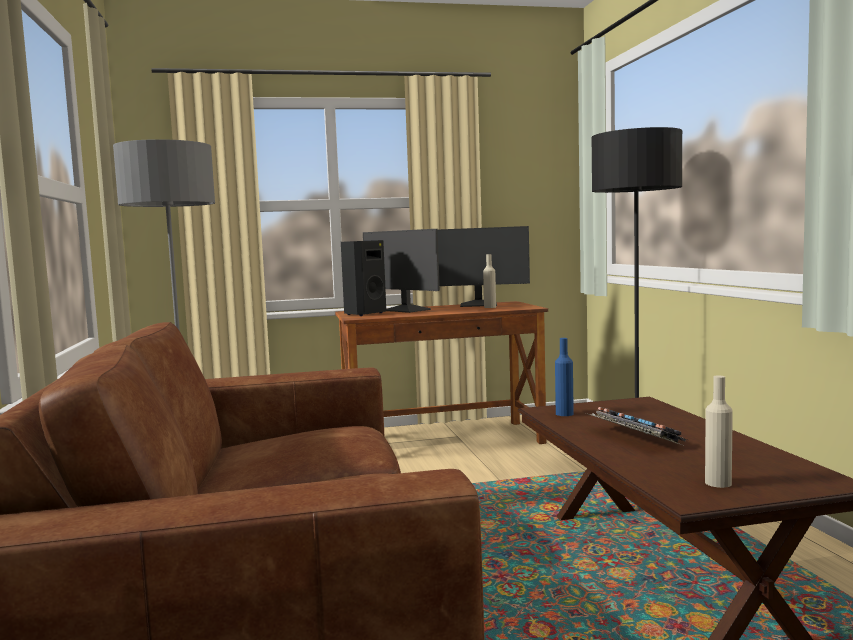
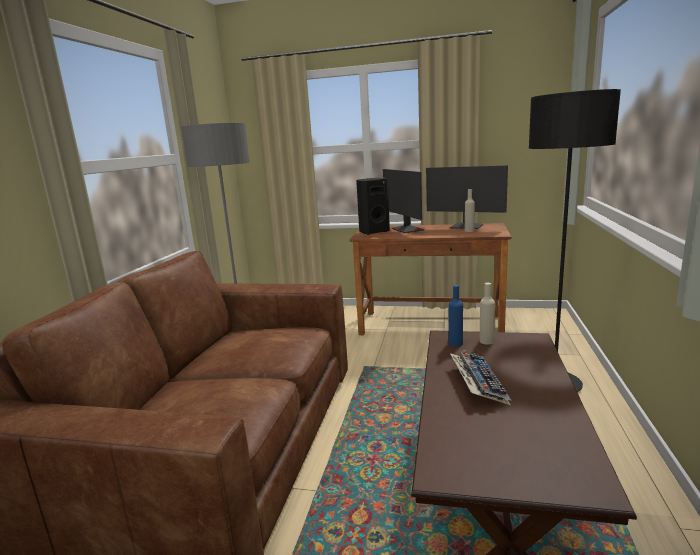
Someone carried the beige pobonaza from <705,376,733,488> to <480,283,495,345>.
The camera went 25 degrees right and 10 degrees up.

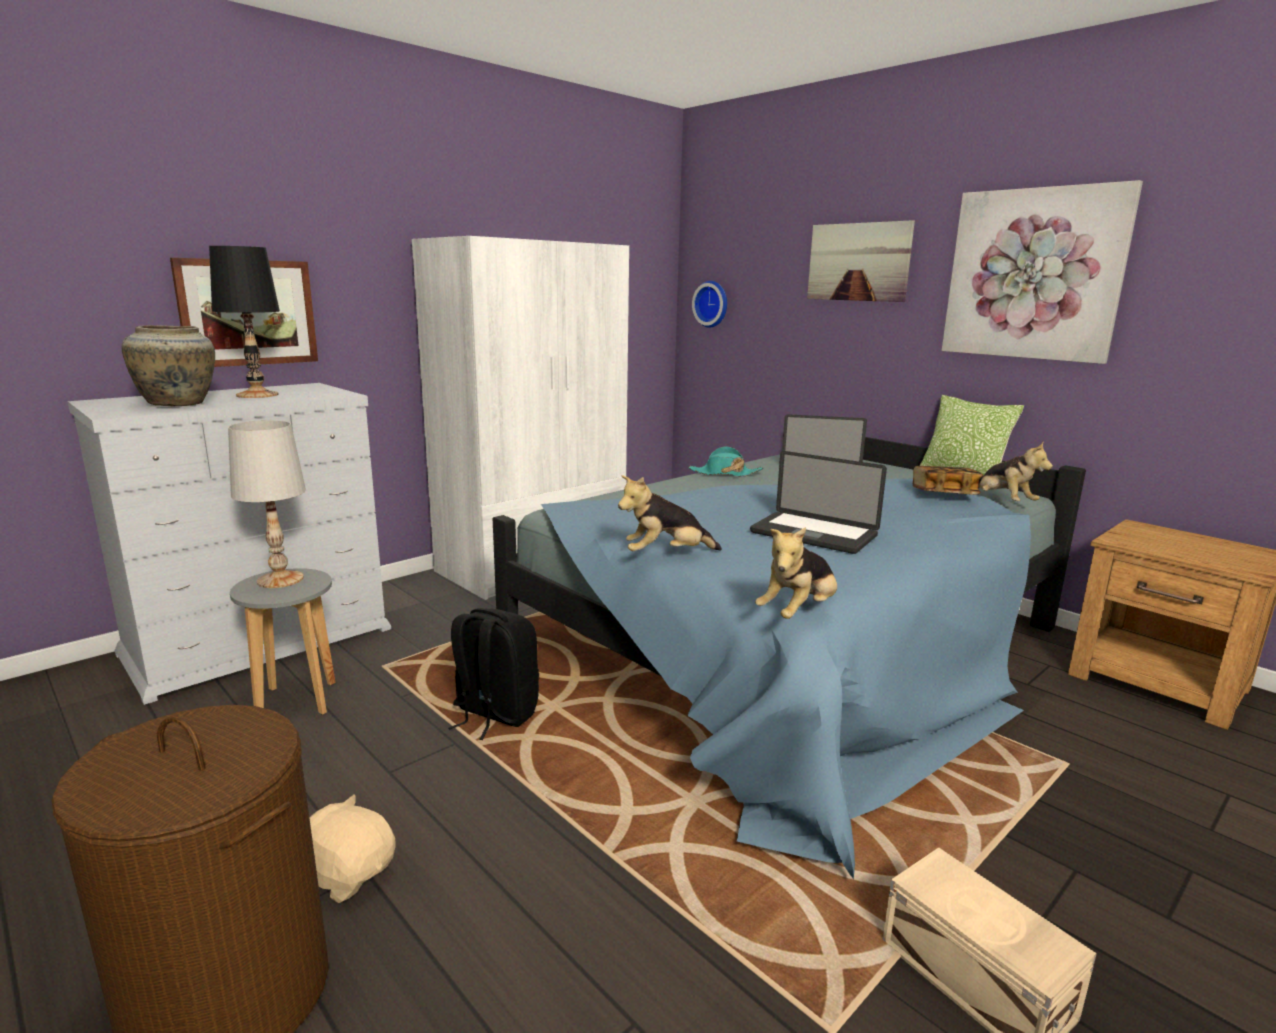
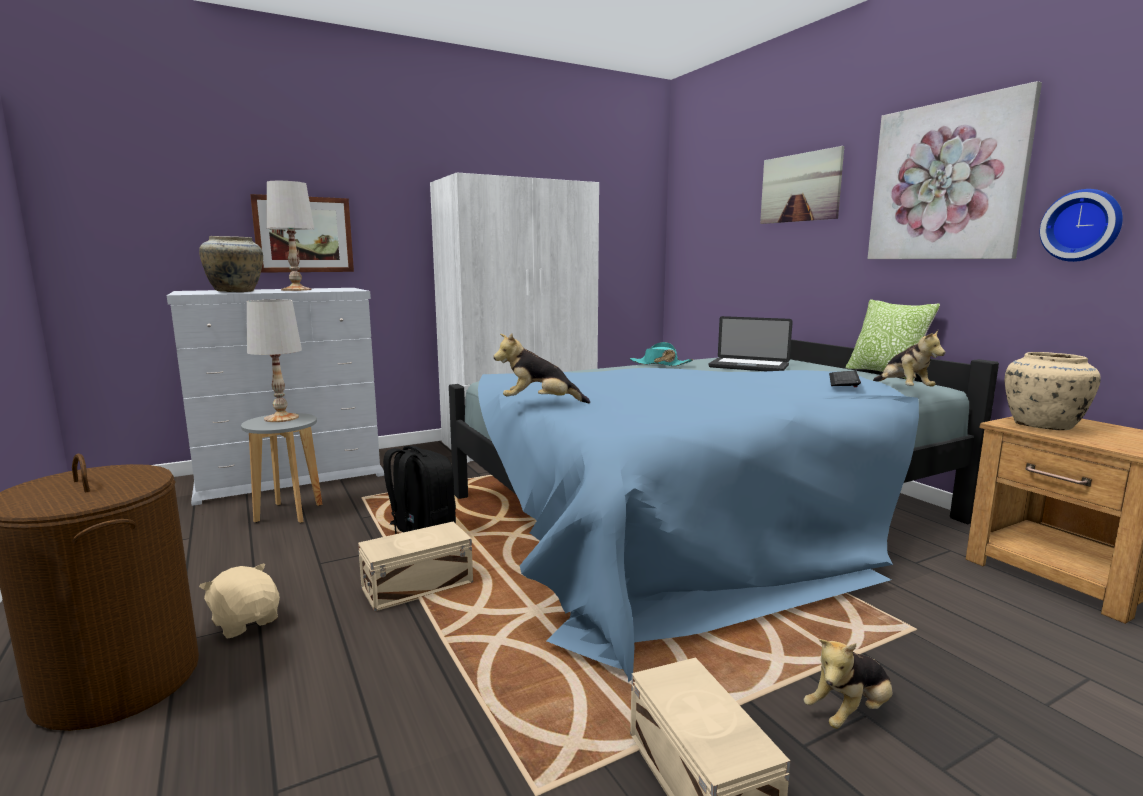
Someone repainted the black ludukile at <209,246,280,398>, which became the white ludukile at <267,181,314,291>.
Someone carried the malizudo from <692,281,727,328> to <1040,189,1123,262>.
Someone took away the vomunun at <750,451,887,554>.
Someone carried the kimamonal from <755,527,837,619> to <804,639,893,729>.
Someone swapped the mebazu at <913,466,983,495> for the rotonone at <829,371,861,387>.
Someone put down the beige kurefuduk at <358,521,473,612>.
Someone put down the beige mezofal at <1005,352,1101,430>.
The camera went 15 degrees right and 5 degrees down.

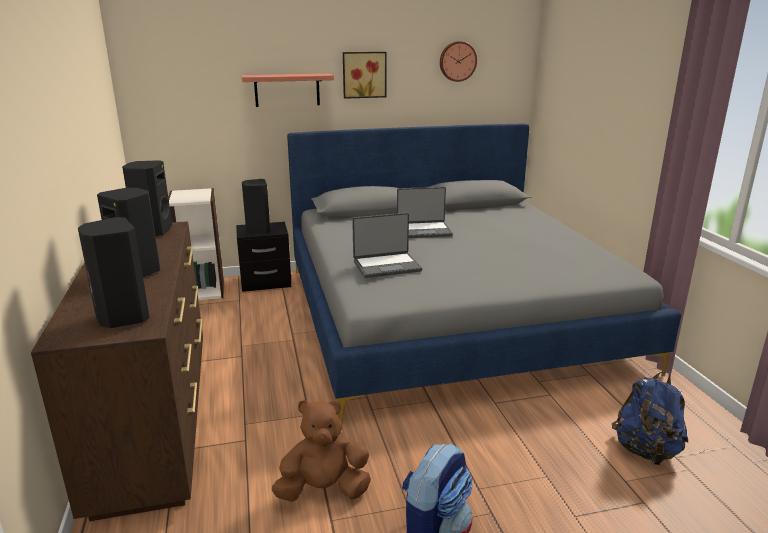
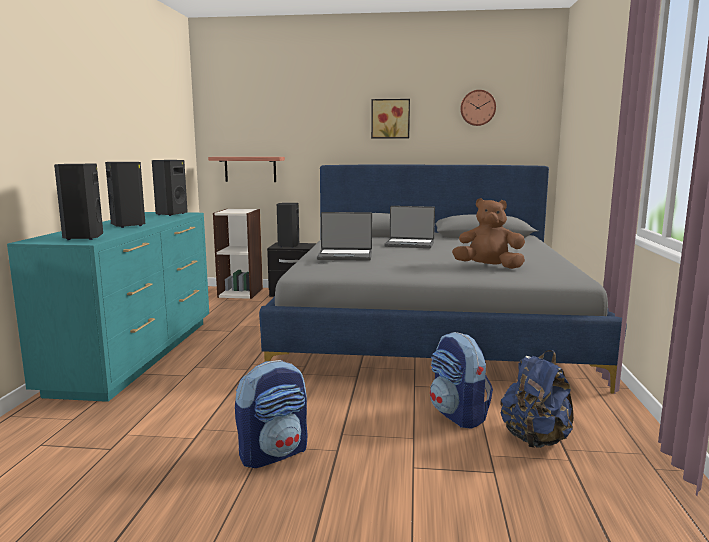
Someone repainted the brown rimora at <31,221,203,521>, which became the turquoise rimora at <7,212,209,402>.
Someone carried the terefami from <242,74,334,107> to <208,157,285,182>.
Someone carried the brown kimamonal from <272,400,371,502> to <452,198,525,269>.
Someone put down the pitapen at <430,332,493,429>.
The camera went 20 degrees right and 10 degrees down.

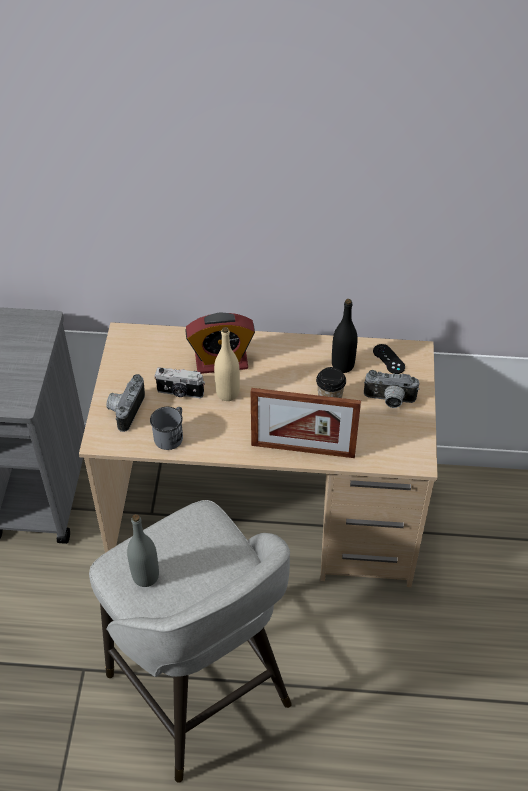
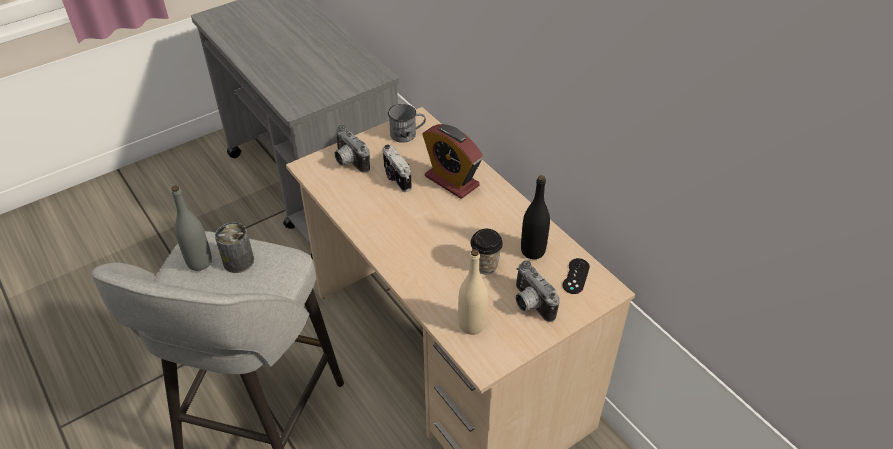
Someone rotated the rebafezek at <106,374,145,432> by 105 degrees counterclockwise.
Someone carried the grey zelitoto from <150,407,183,450> to <388,104,426,143>.
Someone carried the beige pobonaza from <214,327,240,401> to <458,249,488,335>.
Someone took away the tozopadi at <251,388,361,458>.
Someone put down the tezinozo at <215,222,254,273>.
The camera went 50 degrees right and 5 degrees down.

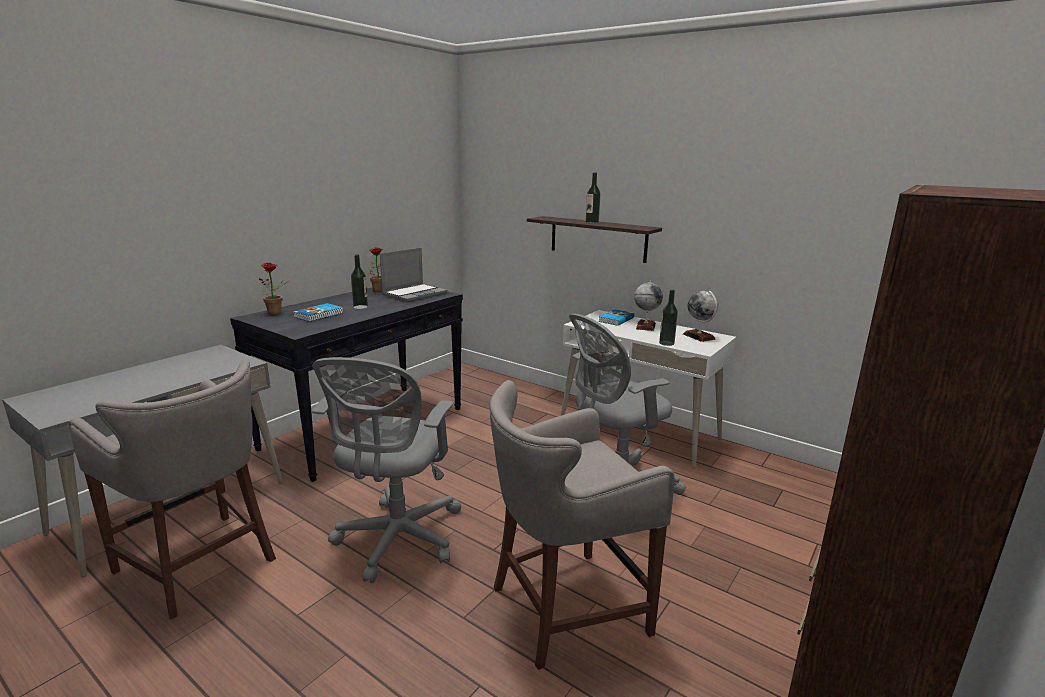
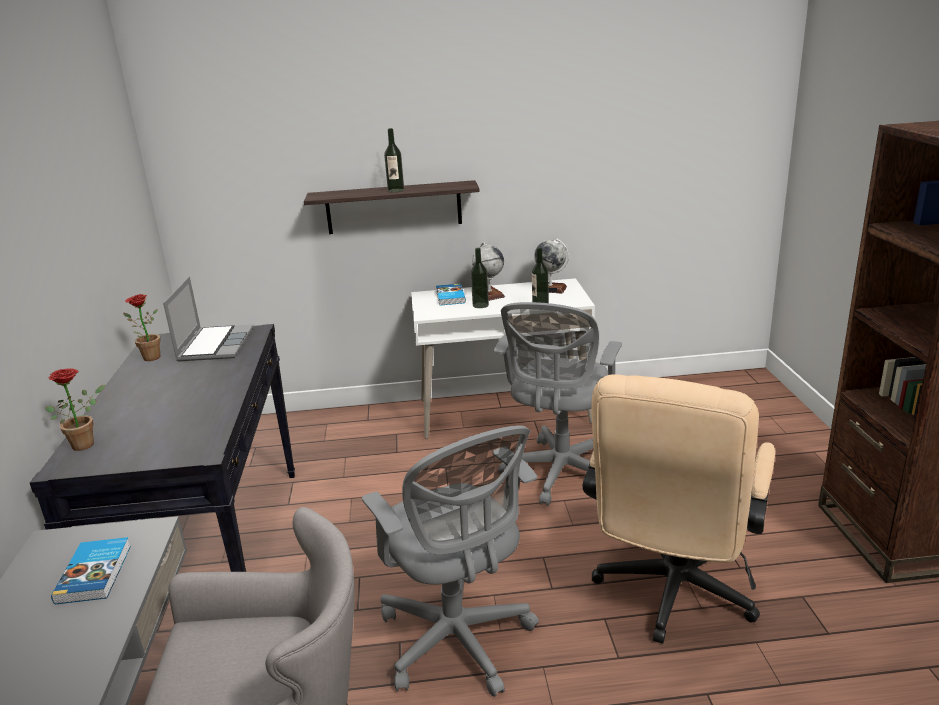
Someone carried the mebazu from <293,303,343,322> to <51,537,131,604>.
Someone carried the pobonaza from <351,255,368,309> to <471,248,489,308>.
Someone swapped the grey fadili at <490,380,674,670> for the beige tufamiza at <582,374,775,644>.
The camera went 40 degrees left and 5 degrees up.

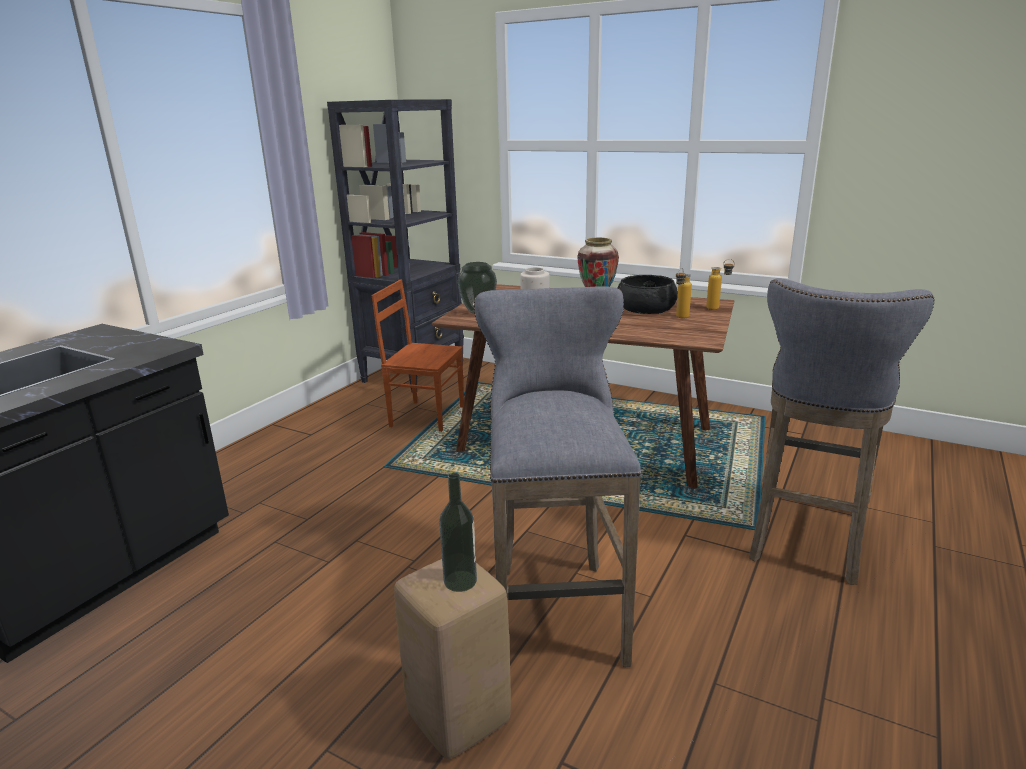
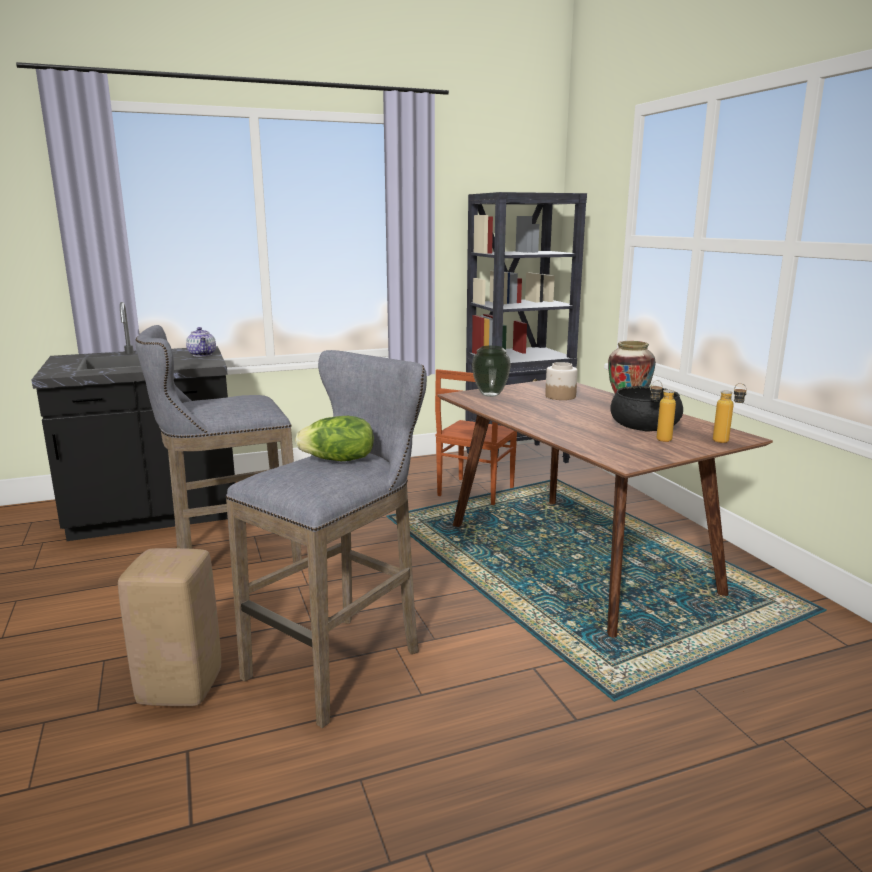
Someone rotated the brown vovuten at <372,279,464,432> by 120 degrees counterclockwise.
Someone took away the pobonaza at <439,473,477,592>.
Someone carried the grey fadili from <749,278,935,585> to <135,325,302,563>.
Someone put down the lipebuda at <186,327,216,357>.
Someone put down the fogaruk at <295,416,374,461>.
The camera went 40 degrees right and 5 degrees down.

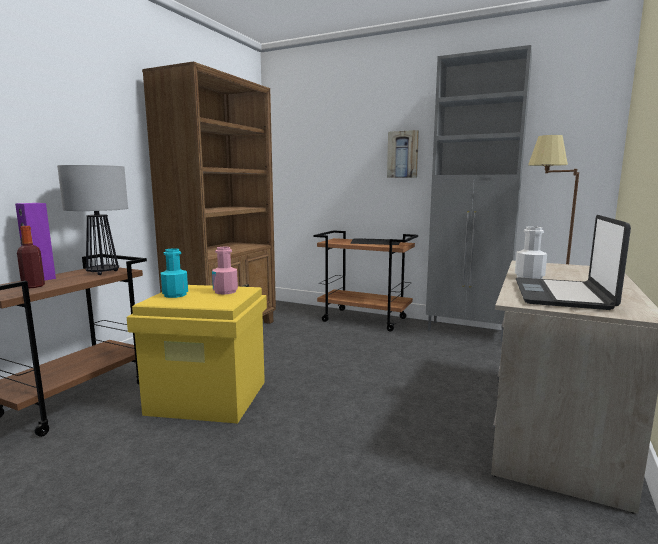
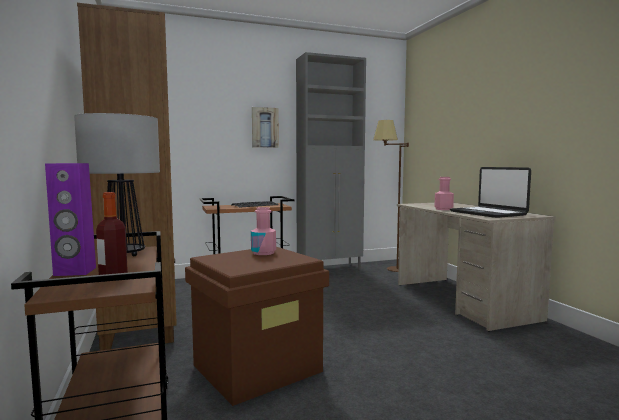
Someone repainted the yellow kurefuduk at <127,285,267,424>, which became the brown kurefuduk at <185,247,329,406>.
Someone took away the turquoise pobonaza at <161,248,188,298>.
Someone repainted the white pobonaza at <515,227,547,279>, which became the pink pobonaza at <434,177,454,210>.
The camera went 45 degrees left and 5 degrees down.

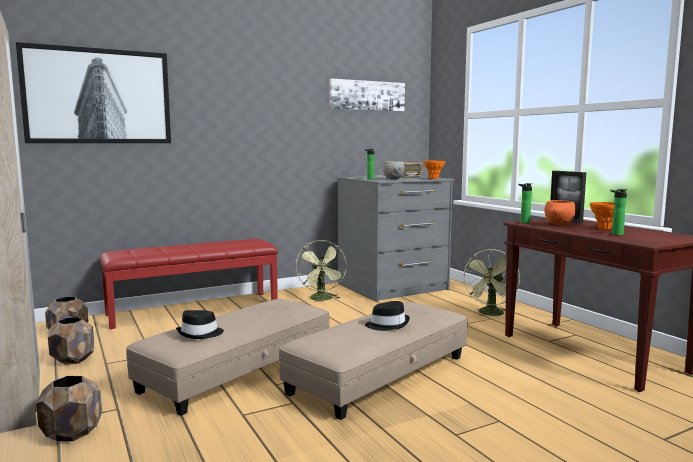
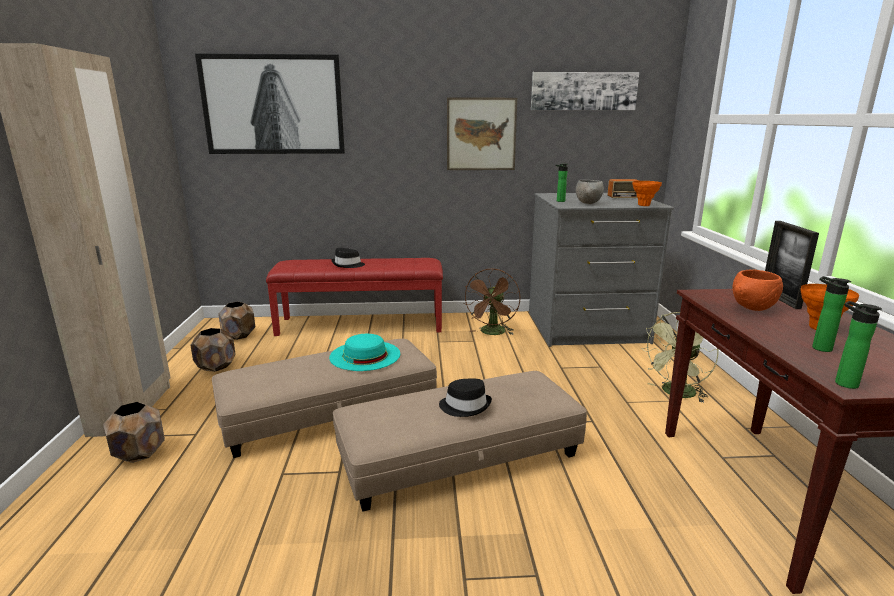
Someone carried the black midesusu from <176,310,224,339> to <331,248,365,268>.
Someone repainted the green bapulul at <296,240,347,301>, which became the brown bapulul at <463,268,520,335>.
Someone carried the pobonaza from <518,183,532,224> to <835,301,882,389>.
Someone put down the turquoise midesusu at <329,334,400,371>.
Someone put up the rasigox at <447,97,517,170>.
The camera went 25 degrees right and 10 degrees up.

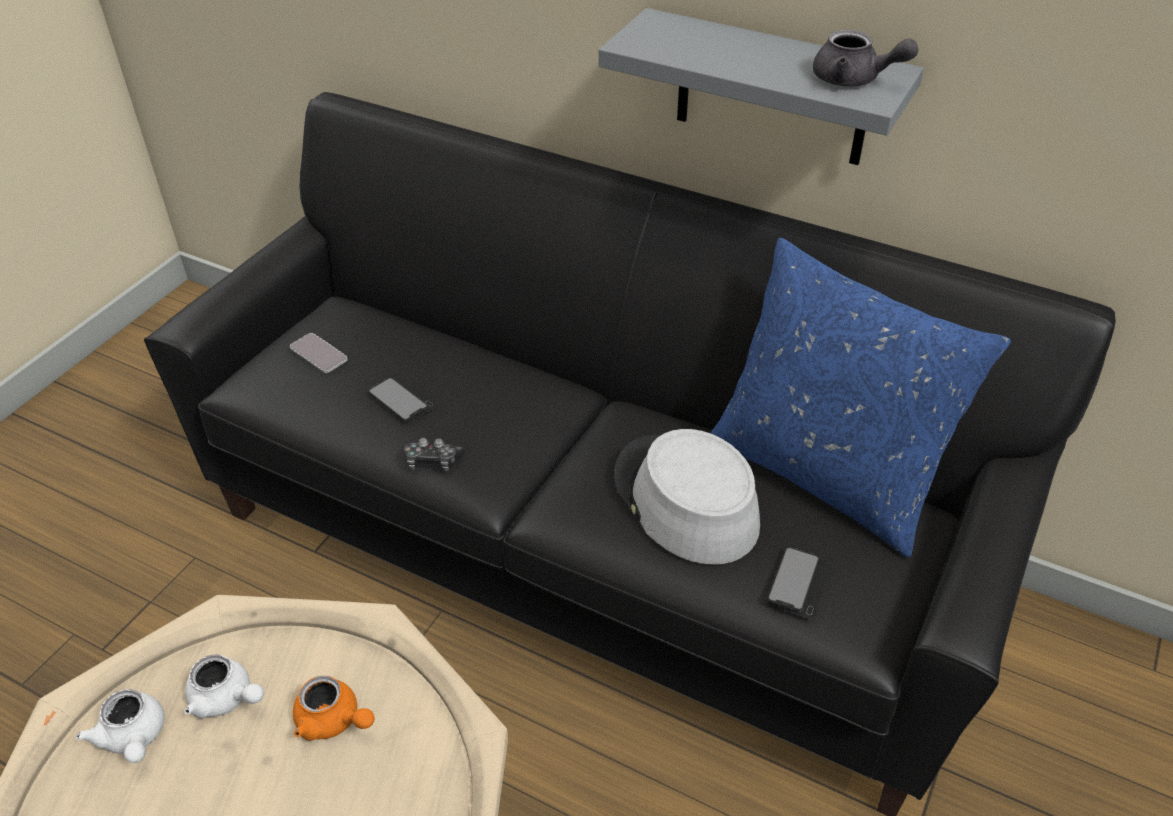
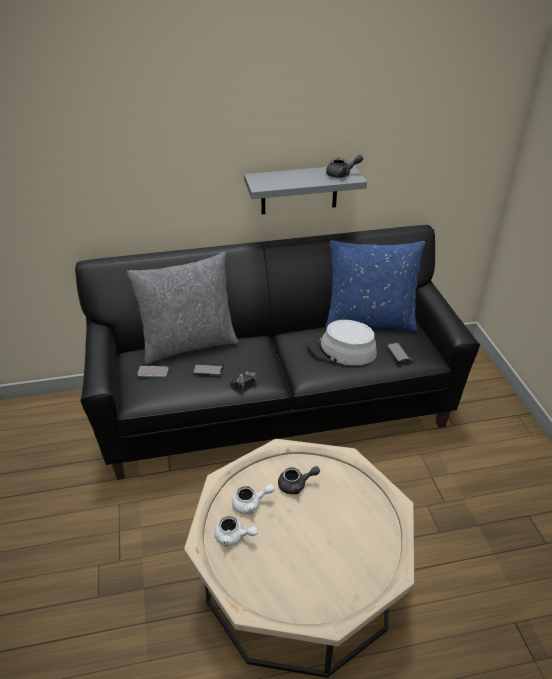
Someone repainted the orange lipebuda at <293,676,375,741>, which became the grey lipebuda at <278,466,320,494>.
Someone put down the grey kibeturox at <127,252,239,364>.
The camera went 40 degrees left and 5 degrees down.

